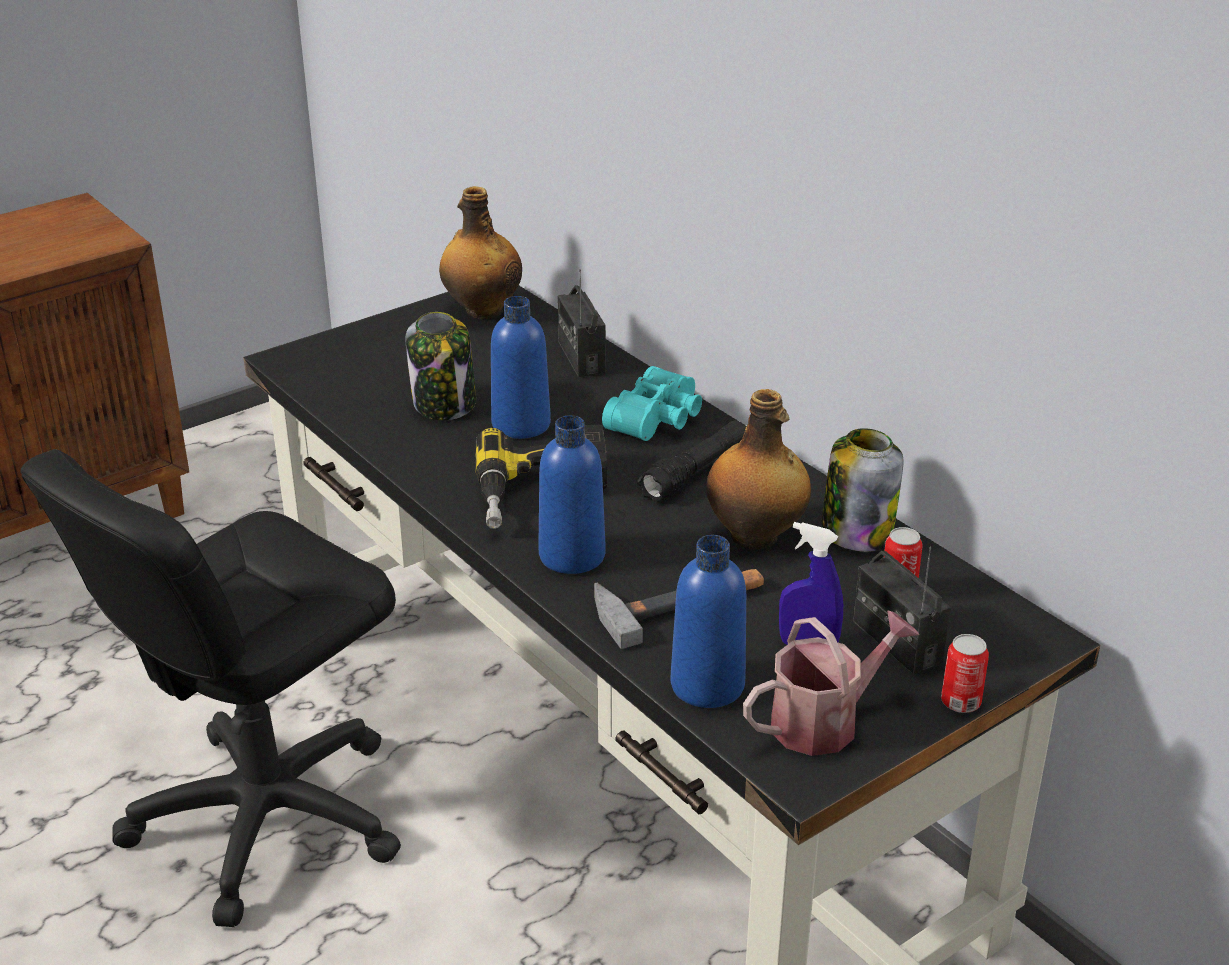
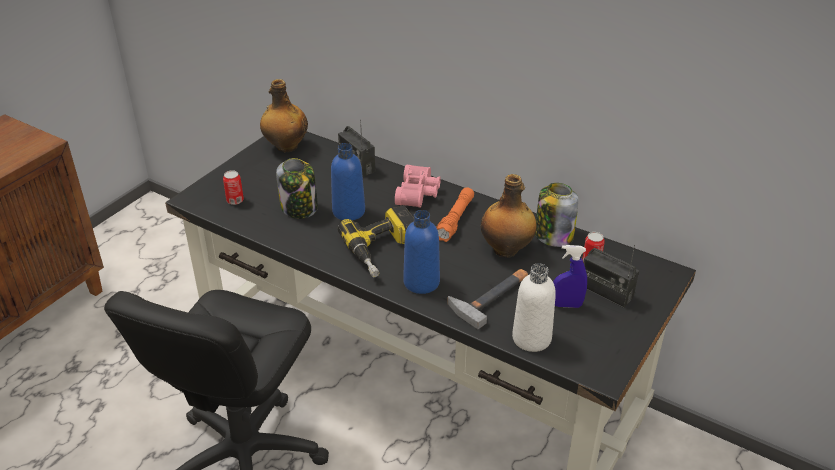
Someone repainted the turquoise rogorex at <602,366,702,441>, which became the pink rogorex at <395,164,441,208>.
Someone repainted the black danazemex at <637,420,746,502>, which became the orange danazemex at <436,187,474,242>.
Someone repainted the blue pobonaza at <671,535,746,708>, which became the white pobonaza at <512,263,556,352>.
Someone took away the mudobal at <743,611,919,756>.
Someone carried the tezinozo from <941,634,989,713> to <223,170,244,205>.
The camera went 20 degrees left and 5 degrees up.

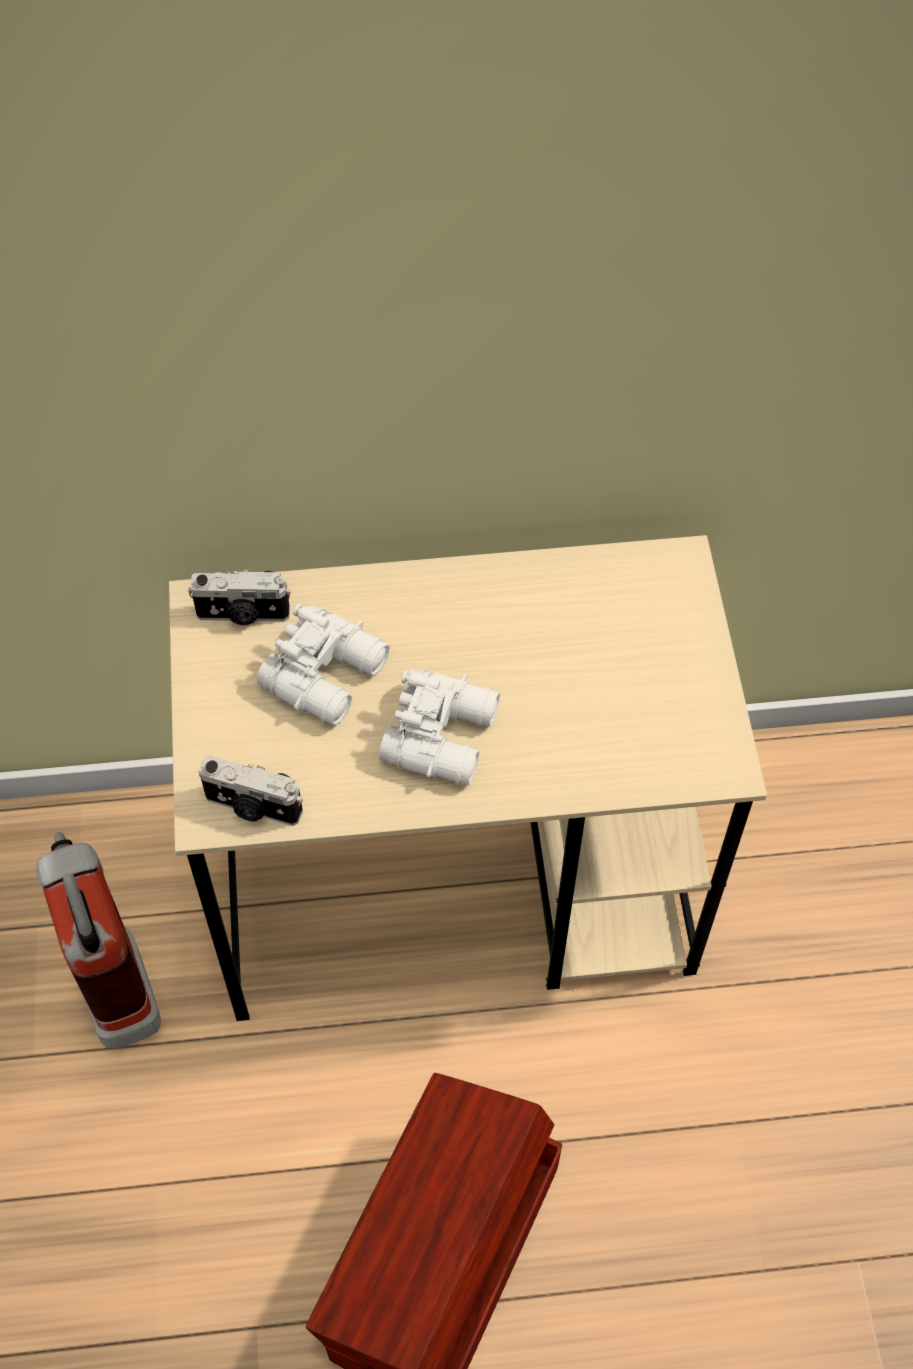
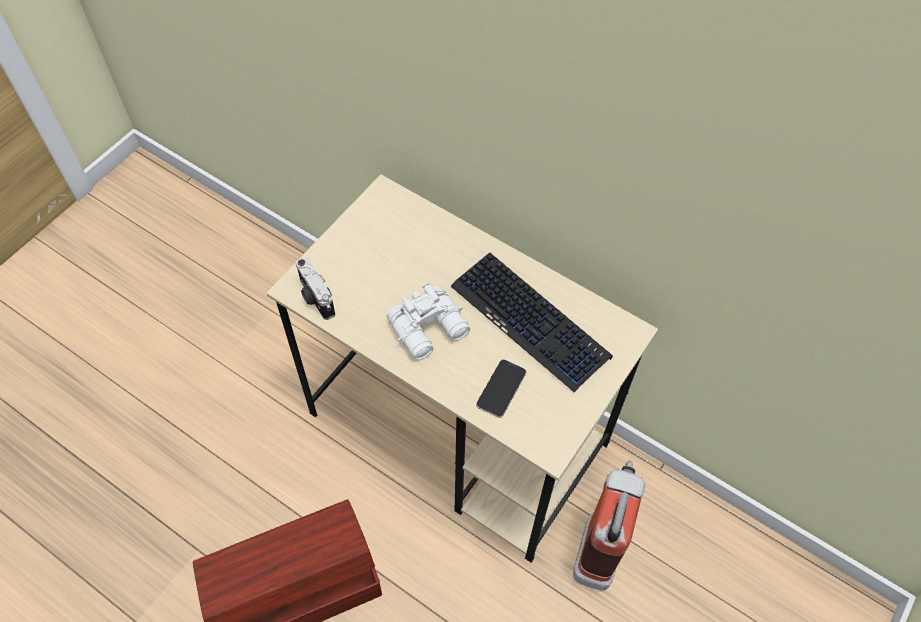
Someone carried the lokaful from <36,832,161,1049> to <573,460,645,591>.
Someone took away the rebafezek at <188,570,291,625>.
Someone took away the white rogorex at <257,604,390,726>.
Someone put down the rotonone at <451,252,613,392>.
Someone put down the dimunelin at <476,359,526,418>.
The camera went 40 degrees right and 0 degrees up.

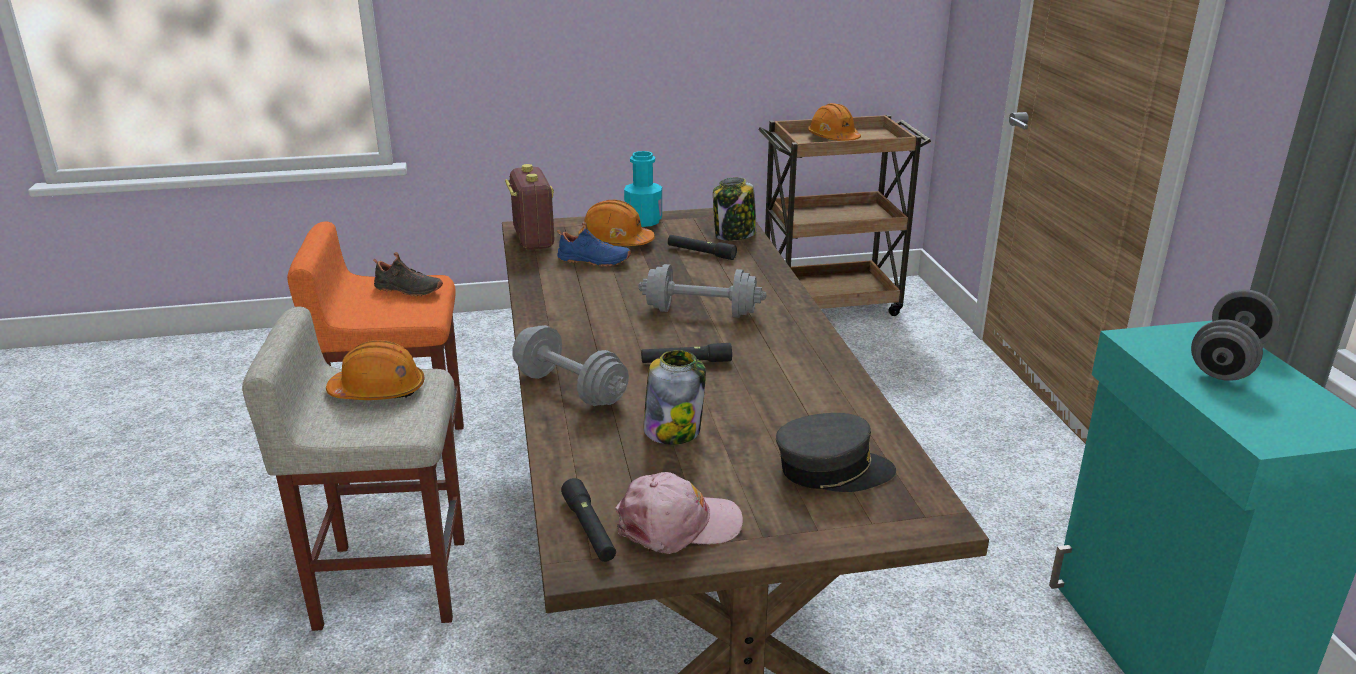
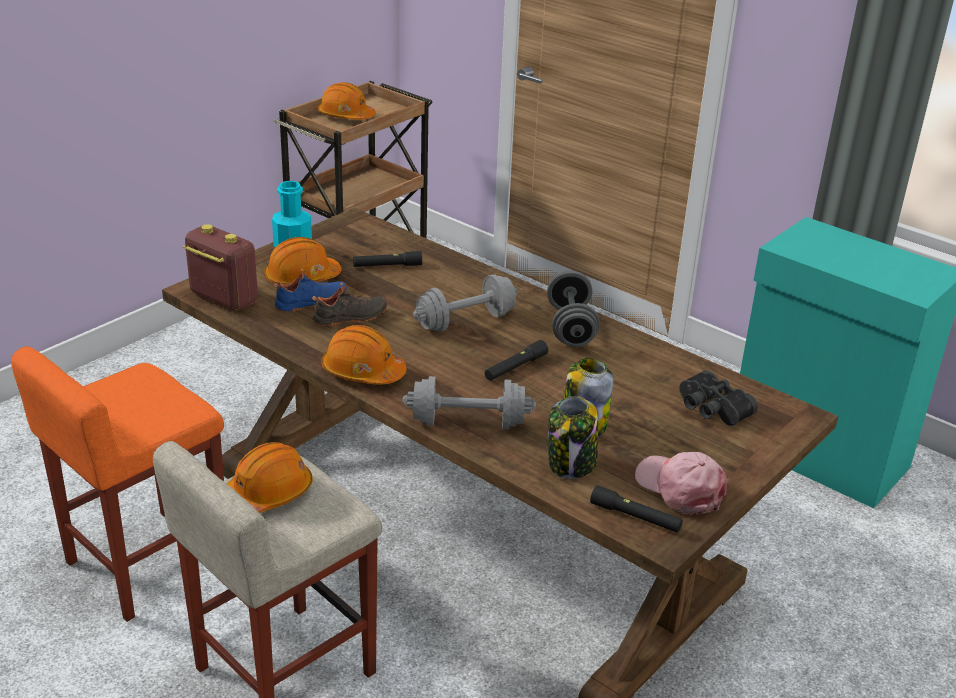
Someone carried the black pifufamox from <373,252,443,297> to <312,283,388,326>.
Someone rotated the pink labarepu at <615,472,743,554> by 75 degrees counterclockwise.
Someone carried the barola from <713,177,757,241> to <548,396,598,479>.
Someone swapped the grey labarepu at <776,413,896,492> for the black rogorex at <679,370,758,426>.
Someone carried the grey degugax from <1191,289,1280,381> to <547,270,600,347>.
Someone put down the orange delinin at <321,325,407,385>.
The camera went 40 degrees left and 5 degrees up.

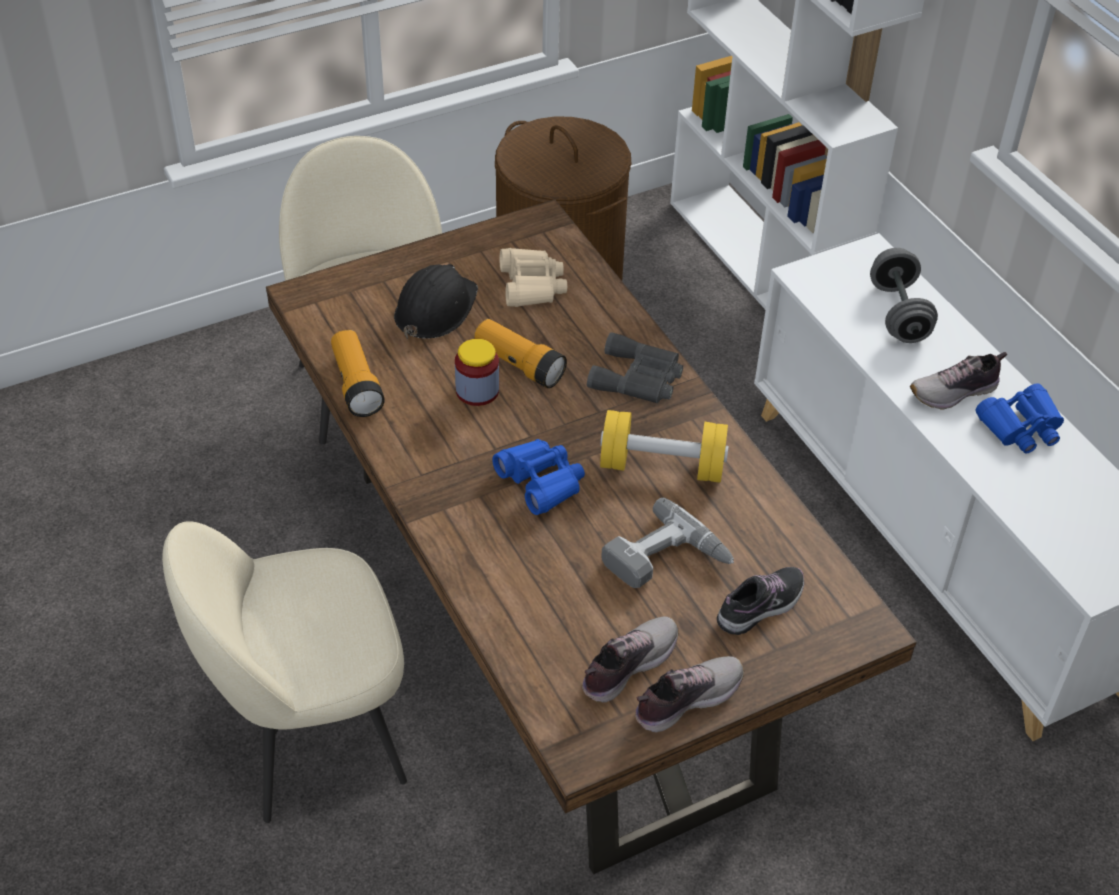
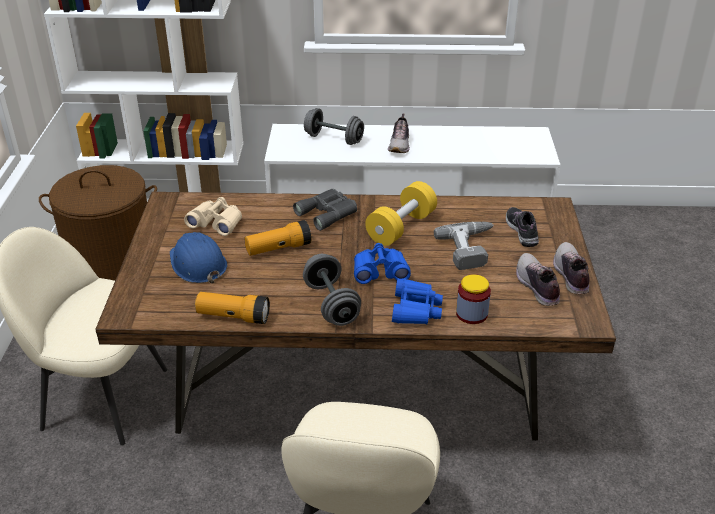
Someone repainted the black delinin at <394,264,478,339>, which became the blue delinin at <170,232,227,284>.
Someone carried the barola from <455,339,499,406> to <456,274,491,324>.
Someone carried the blue rogorex from <975,383,1064,454> to <392,278,443,324>.
Someone put down the grey degugax at <303,254,361,326>.
The camera went 60 degrees left and 10 degrees down.

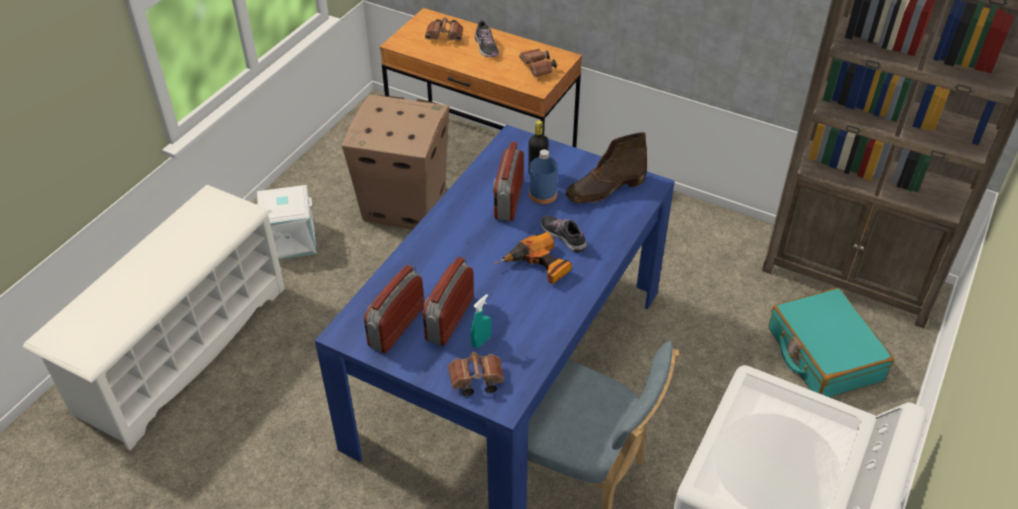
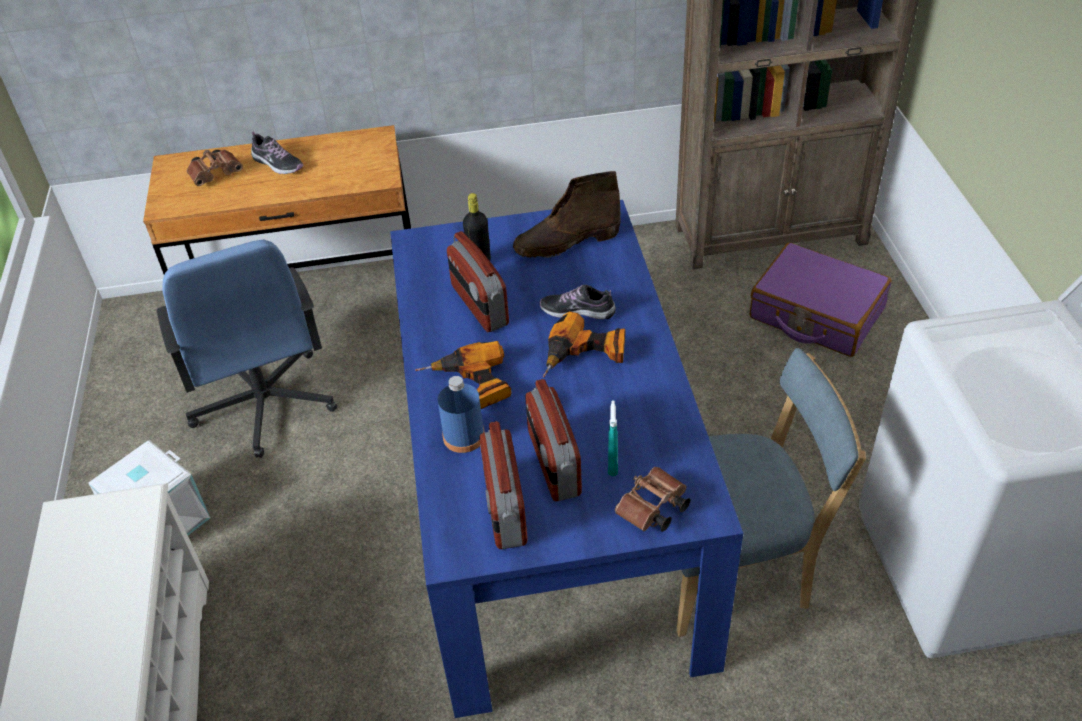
Someone swapped the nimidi at <342,95,449,230> for the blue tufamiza at <157,239,337,458>.
Someone took away the brown rogorex at <519,49,557,78>.
Someone carried the blue pobonaza from <529,149,558,204> to <438,376,485,453>.
Someone rotated the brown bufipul at <566,132,647,203> by 45 degrees clockwise.
Someone repainted the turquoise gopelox at <769,288,894,397>, which became the purple gopelox at <750,242,892,357>.
Someone put down the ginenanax at <415,341,512,409>.
The camera went 35 degrees left and 0 degrees up.

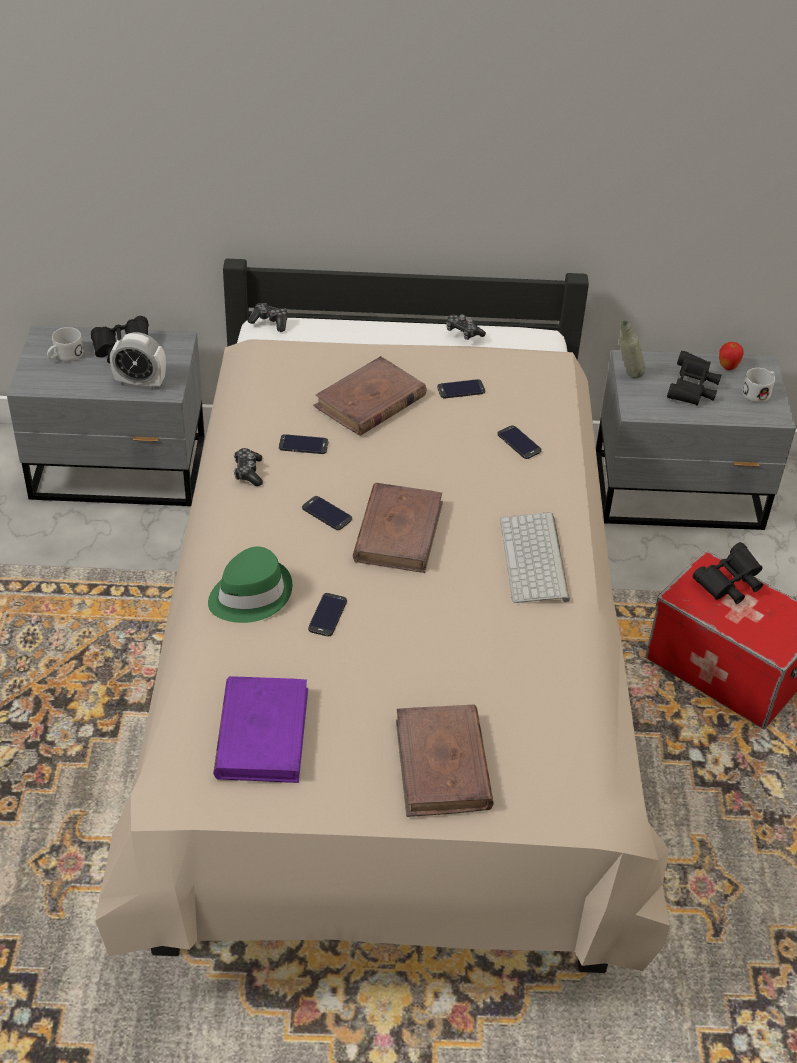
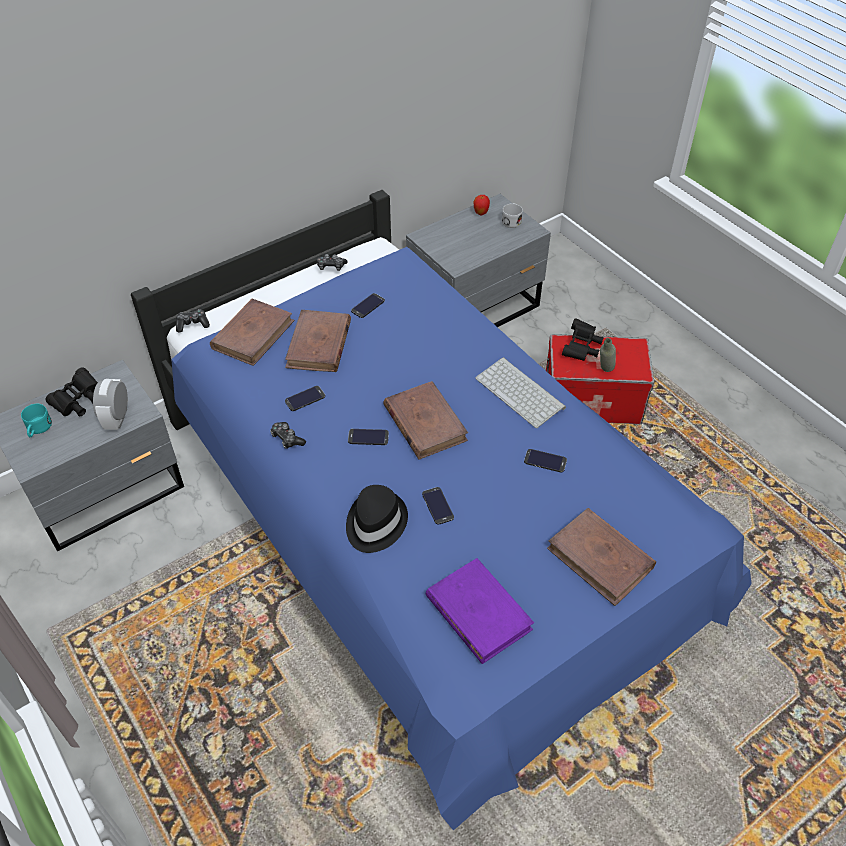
Someone repainted the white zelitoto at <47,327,83,362>, which became the turquoise zelitoto at <21,404,52,437>.
Someone repainted the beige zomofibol at <95,258,670,973>, which became the blue zomofibol at <131,190,752,831>.
Someone rotated the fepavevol at <110,332,166,390> by 120 degrees clockwise.
Someone repainted the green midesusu at <208,546,292,623>, which became the black midesusu at <346,485,408,553>.
Someone carried the dimunelin from <497,425,542,459> to <524,449,567,472>.
Someone carried the grey pobonaza from <619,320,646,378> to <600,338,616,372>.
Someone took away the black rogorex at <667,351,721,405>.
Someone put down the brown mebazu at <210,299,295,366>.
The camera went 35 degrees left and 5 degrees up.

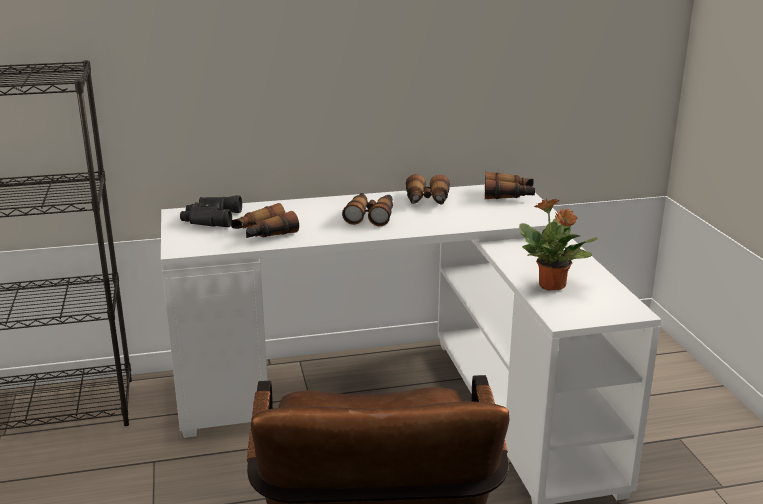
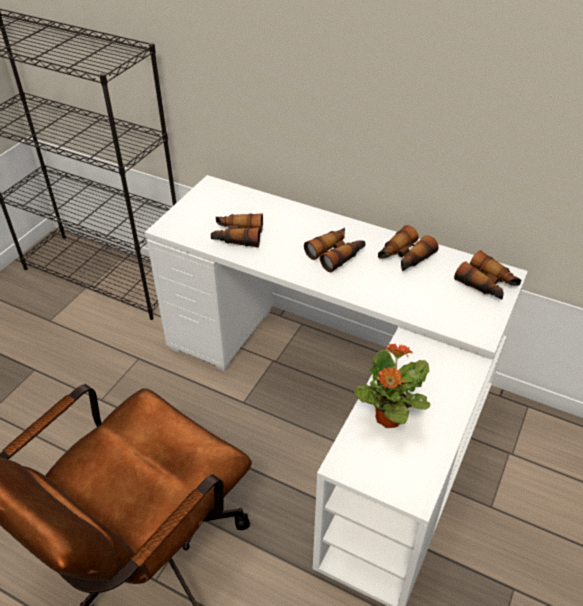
Someone took away the black rogorex at <180,196,242,227>.
The camera went 40 degrees right and 20 degrees up.

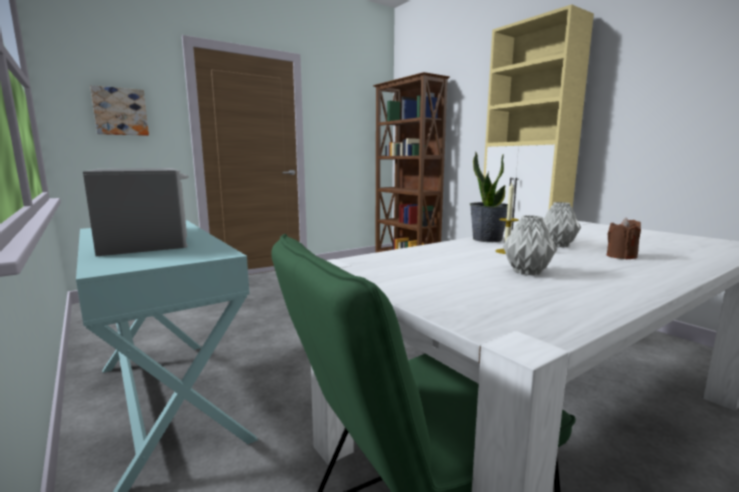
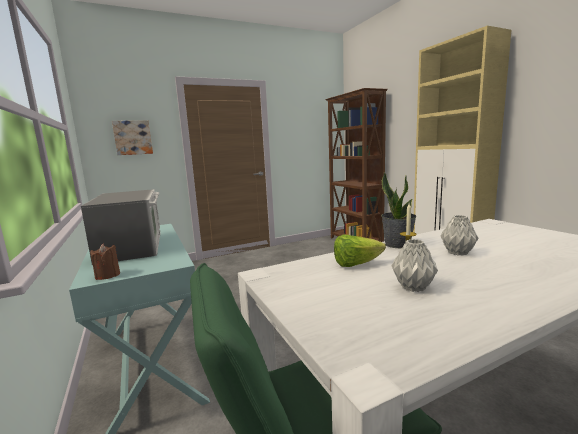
Someone carried the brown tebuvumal from <607,218,641,259> to <90,244,120,280>.
Someone put down the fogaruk at <334,234,386,267>.
The camera went 10 degrees right and 0 degrees up.

